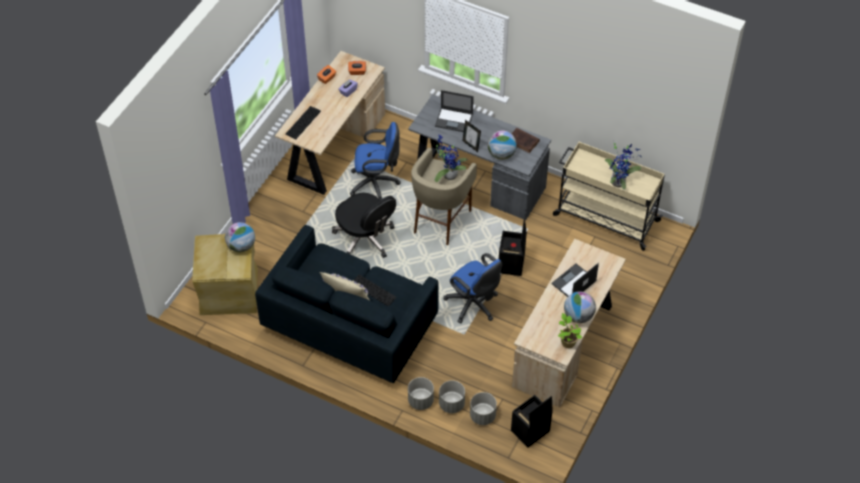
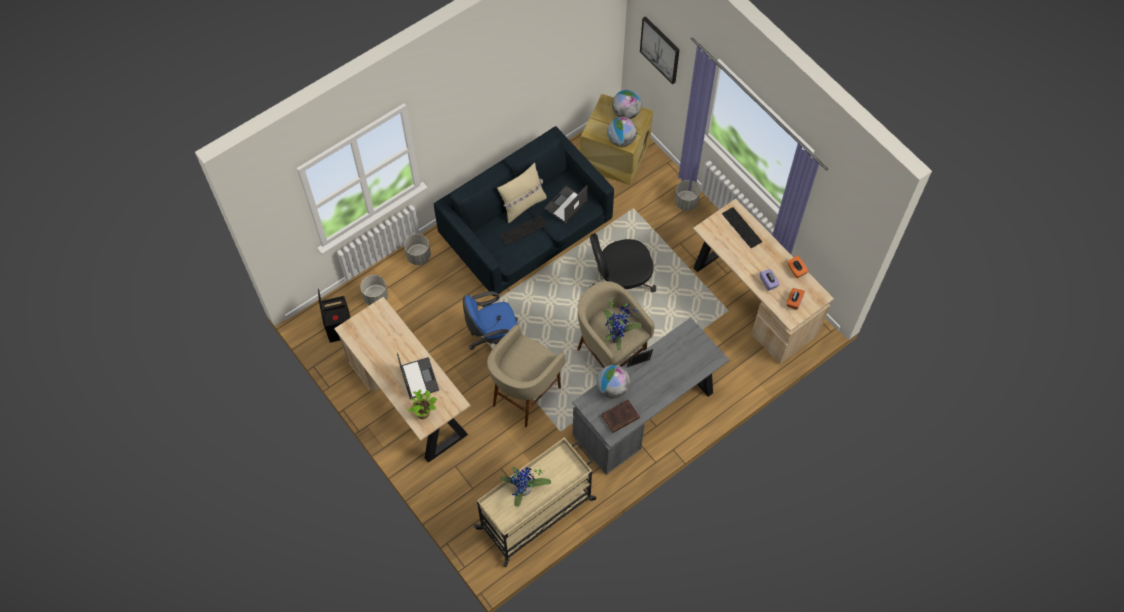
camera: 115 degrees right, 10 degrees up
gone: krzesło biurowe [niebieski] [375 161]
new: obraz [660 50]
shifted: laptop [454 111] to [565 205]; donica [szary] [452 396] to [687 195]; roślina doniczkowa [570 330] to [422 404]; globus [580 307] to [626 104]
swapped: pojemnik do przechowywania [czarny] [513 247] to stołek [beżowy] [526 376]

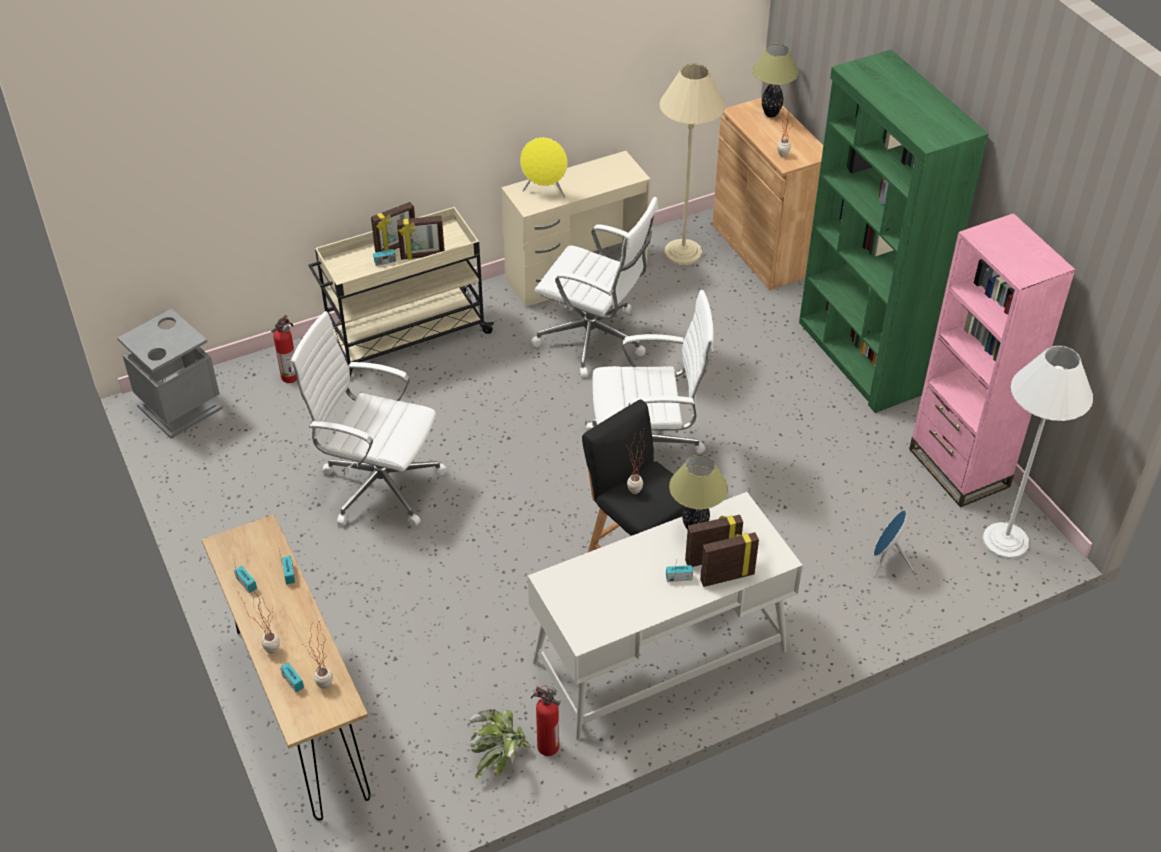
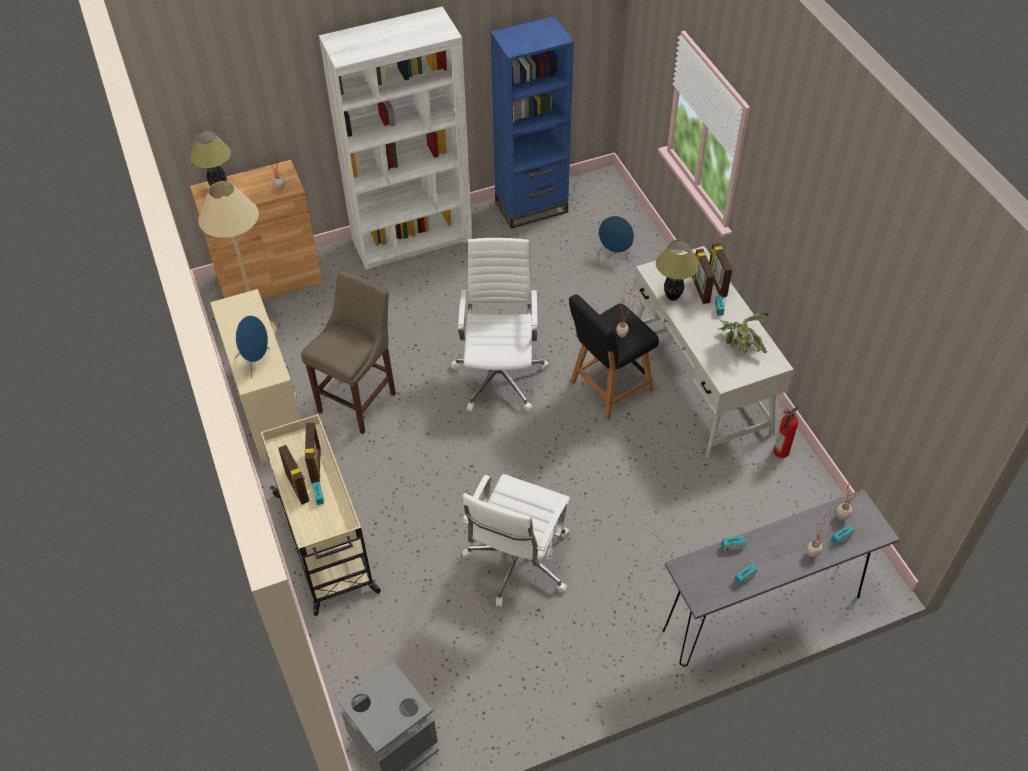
camera: 85 degrees left, 5 degrees up
gone: gaśnica [284 349]; lampa stojąca [biały] [1037 452]
shifted: roślina doniczkowa [499 744] to [744 333]
swapped: krzesło biurowe [biały] [594 287] to stołek [beżowy] [348 352]
repainted: stolik konsolowy [brązowy] [286 667] to stolik konsolowy [szary] [781 578]; głośnik [żółty] [544 167] to głośnik [niebieski] [252 347]; regał [zielony] [894 231] to regał [biały] [395 138]; regał [różowy] [992 360] to regał [niebieski] [532 122]

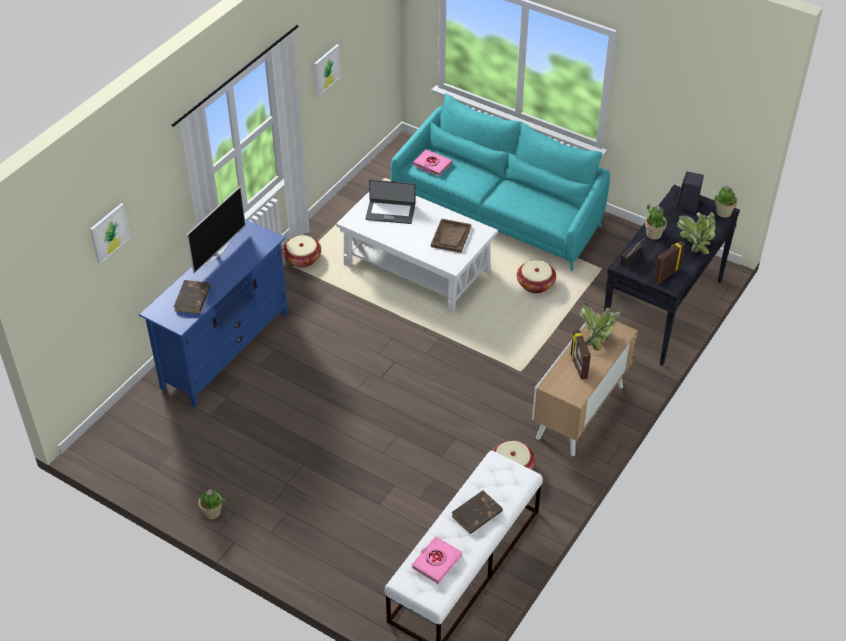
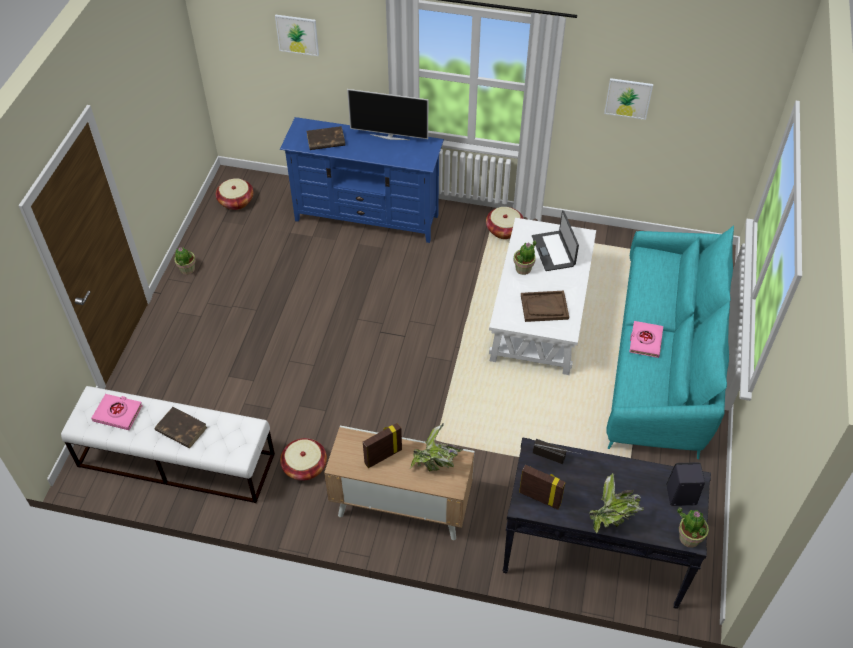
camera: 70 degrees right, 5 degrees up
shifted: książka [różowy] [432 163] to [646 339]; koszyk [536 276] to [235 194]; roślina doniczkowa [656 222] to [525 257]

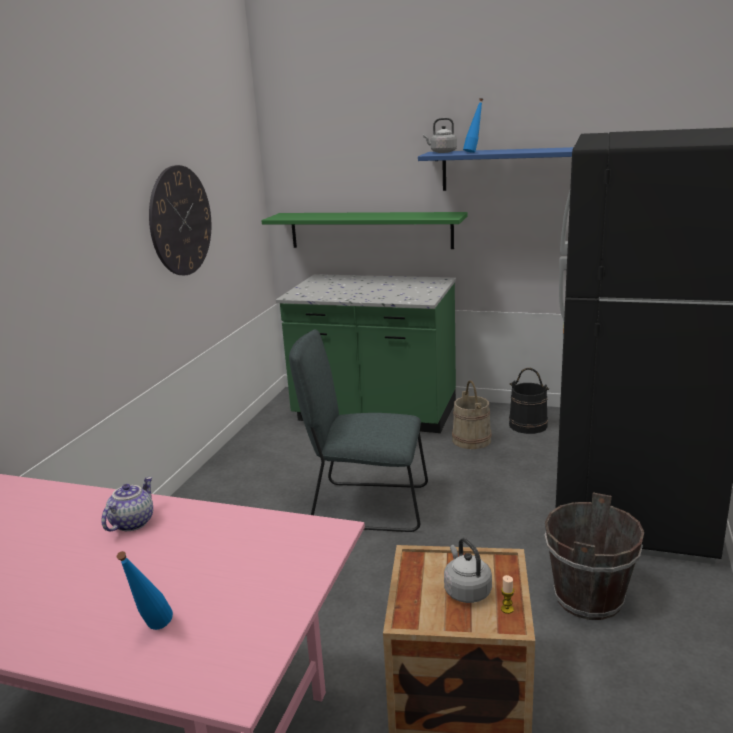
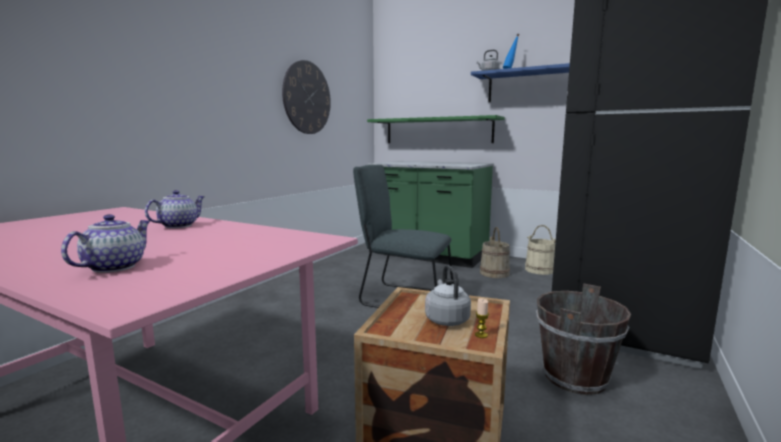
camera: 10 degrees right, 10 degrees down
swapped: butelka [niebieski] [145 590] to imbryk [105 243]
repainted: wiadro [czarny] [529 401] to wiadro [beżowy] [540 250]

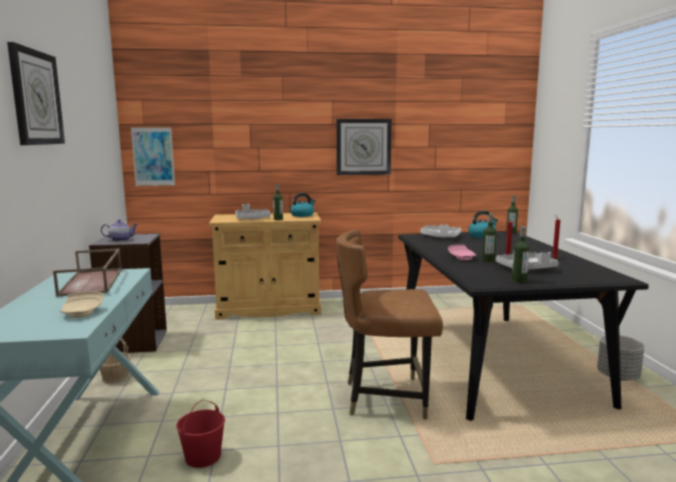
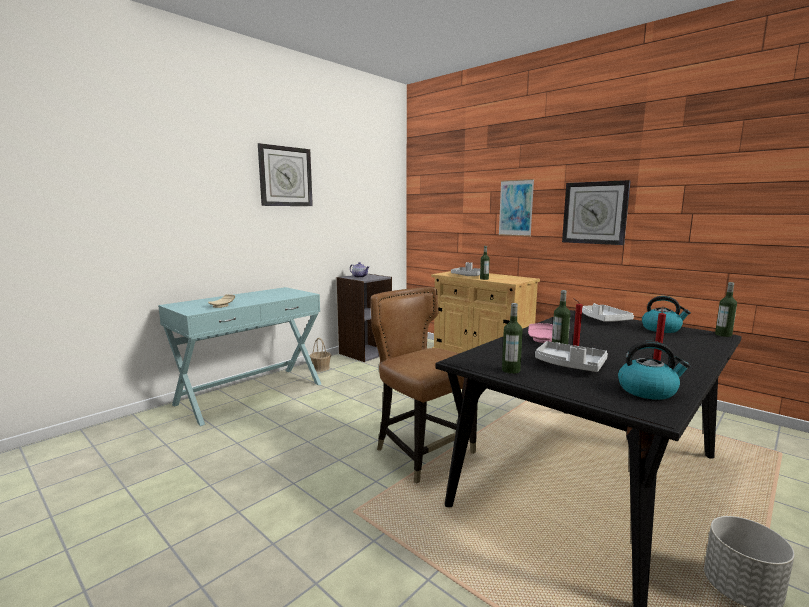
camera: 50 degrees right, 0 degrees up
gone: taca [brązowy] [87 273]; wiadro [czerwony] [200 434]
shifted: obraz [153 157] to [516 207]; czajnik [302 205] to [654 370]

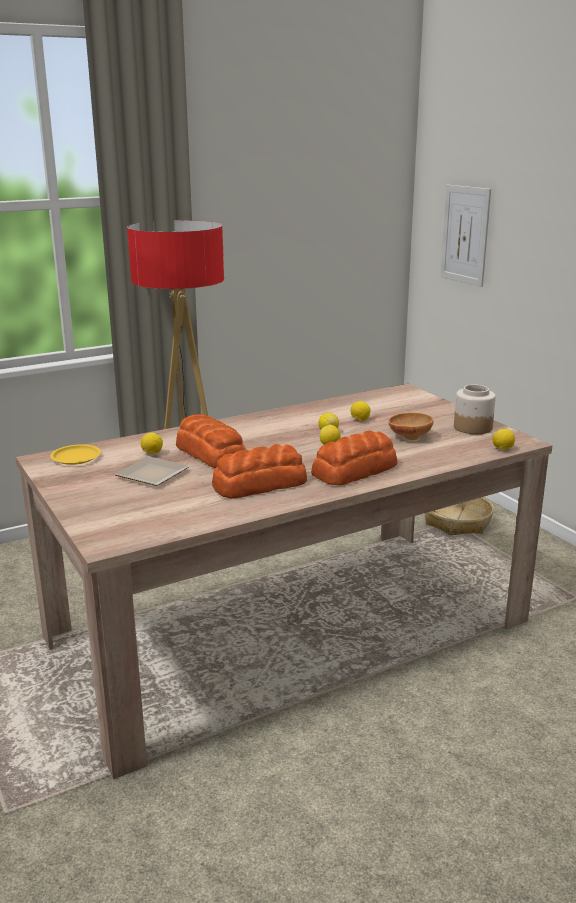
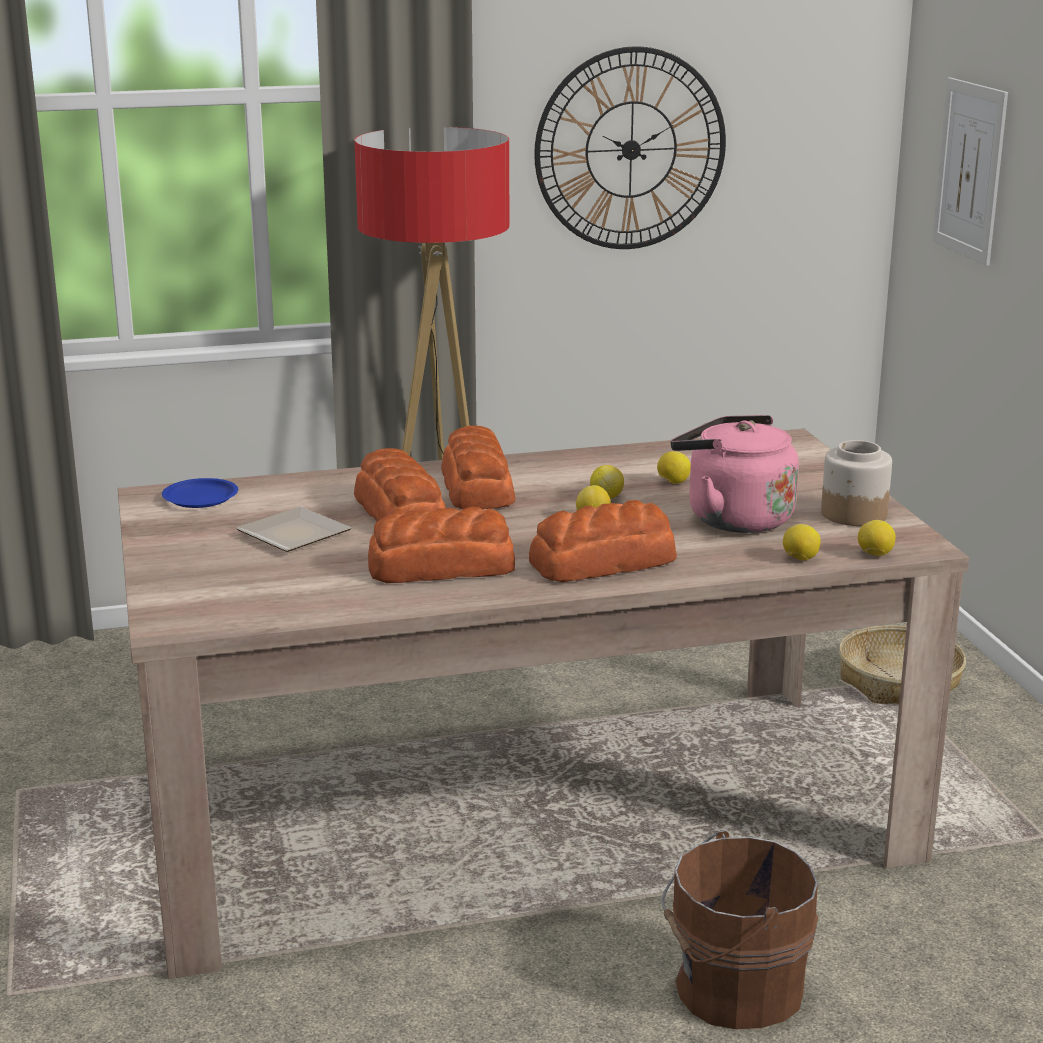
camera: 15 degrees right, 0 degrees up
new: chleb [478 467]; zegar ścienny [630 147]; wiadro [brązowy] [739 930]
shifted: cytryna [152 443] to [802 542]
swapped: miska [brązowy] [410 426] to czajnik [różowy] [735 474]
repainted: talerz [żółty] [75 454] to talerz [niebieski] [200 493]

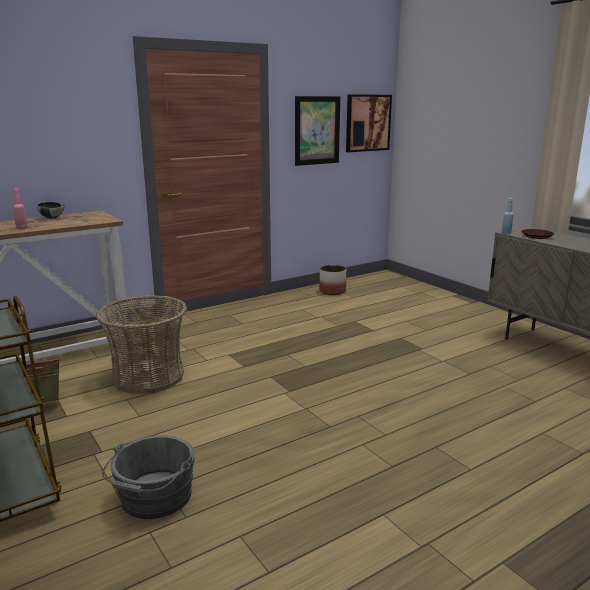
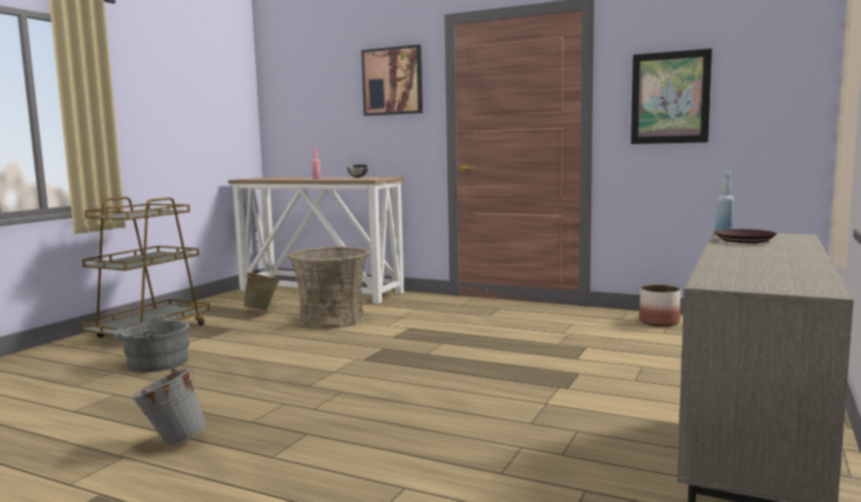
camera: 60 degrees right, 10 degrees down
new: wiadro [szary] [169 407]
shifted: obraz [369 123] to [392 80]

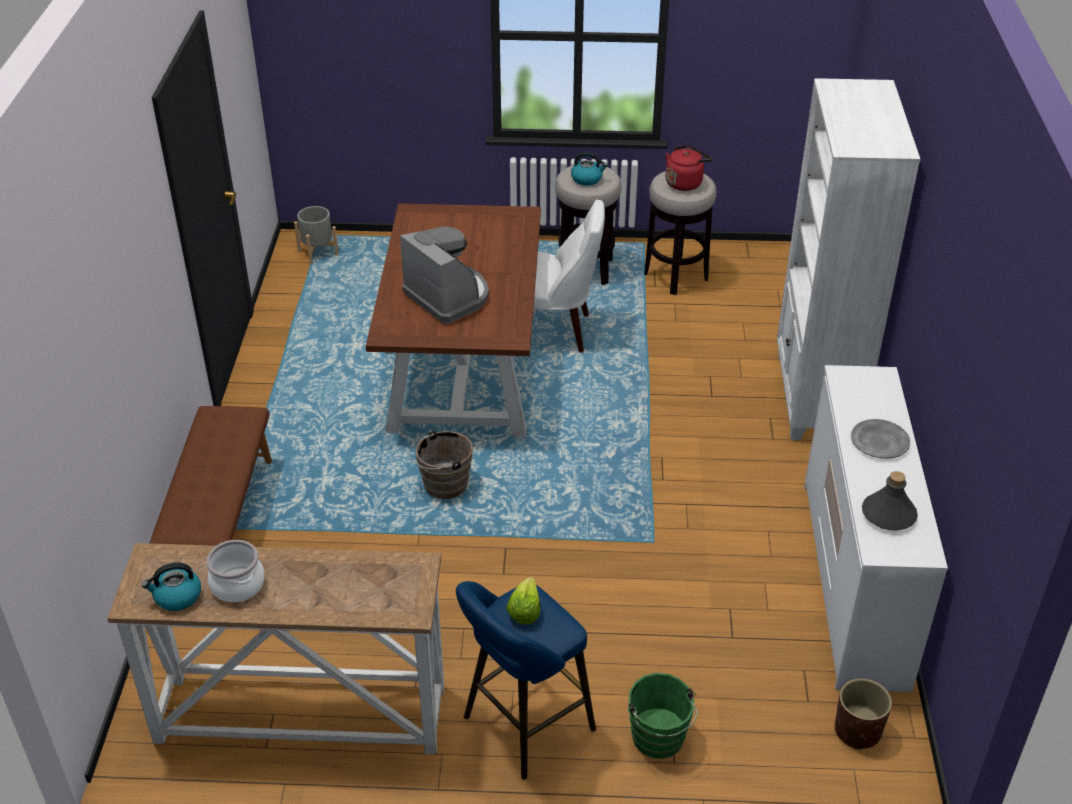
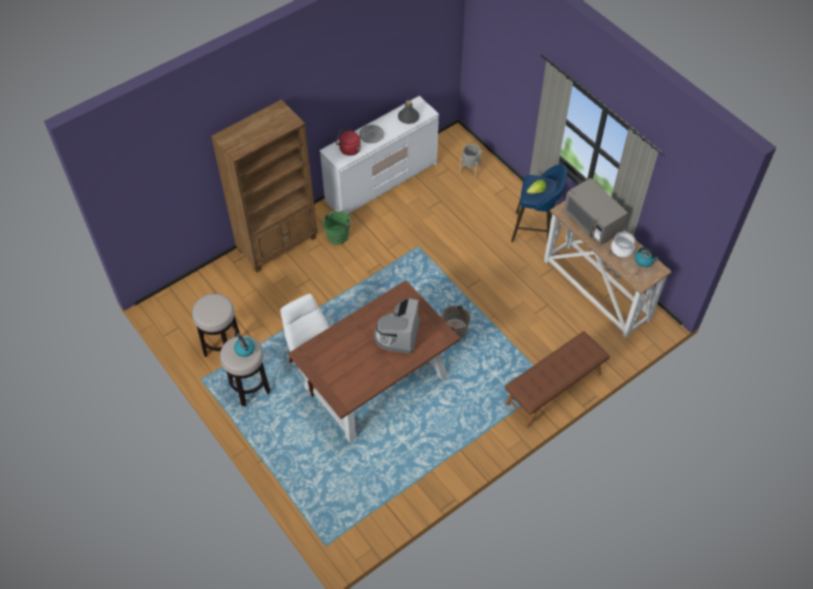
camera: 130 degrees left, 15 degrees up
gone: donica [brązowy] [863 714]
new: mikrofalówka [szary] [596 211]
shifted: donica [szary] [316 235] to [470 160]; wiadro [zielony] [662 716] to [338 227]; czajnik [czerwony] [689 168] to [348 142]
repainted: regał [biały] [848 259] to regał [brązowy] [264 185]

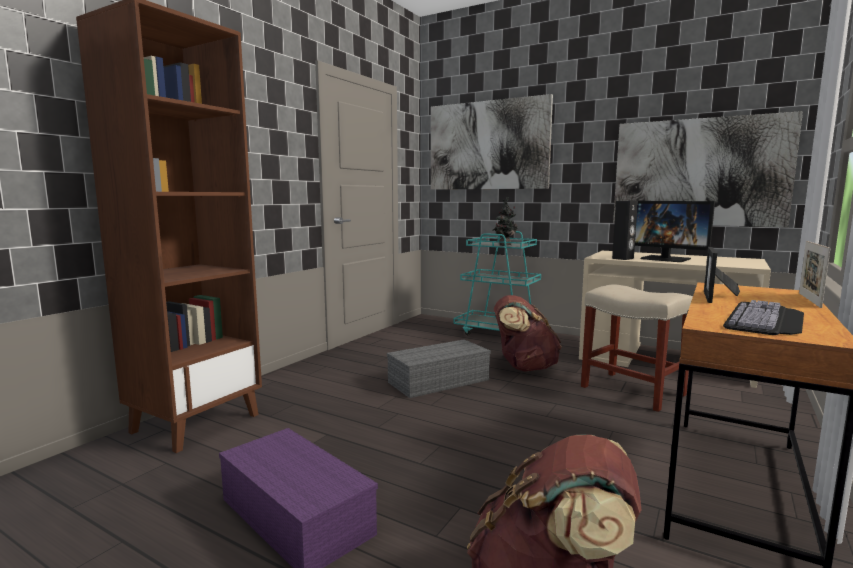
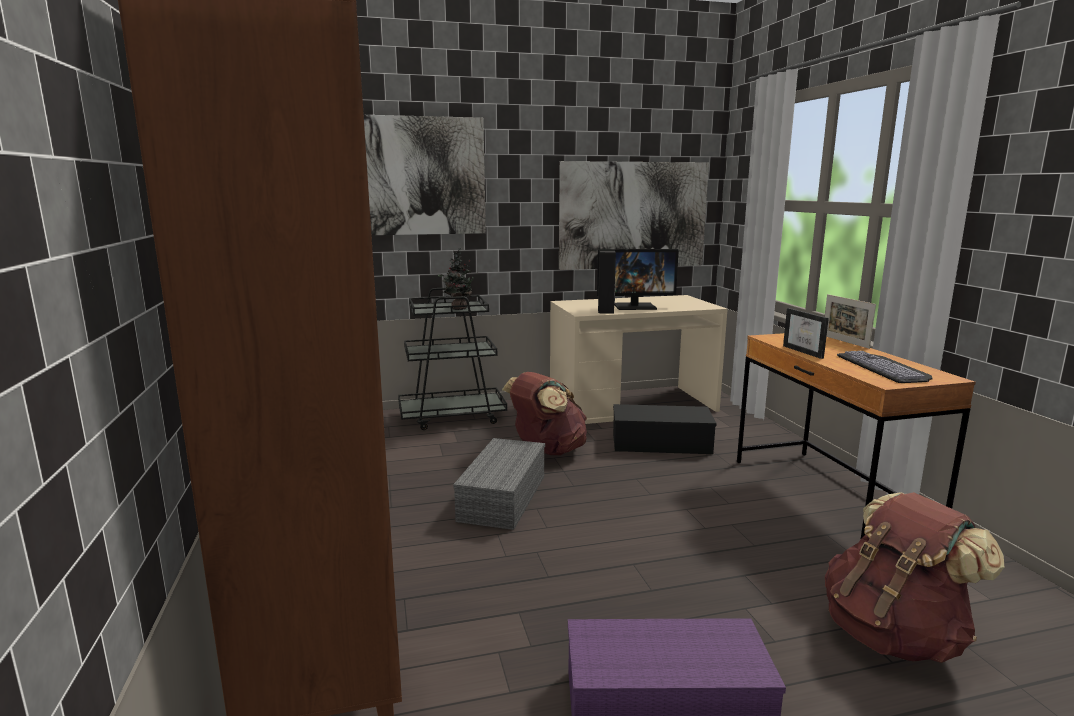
camera: 45 degrees left, 5 degrees up
swapped: stołek [beżowy] [637 348] to pojemnik do przechowywania [czarny] [665 429]
repainted: wózek [turkusowy] [497 283] to wózek [czarny] [452 359]

